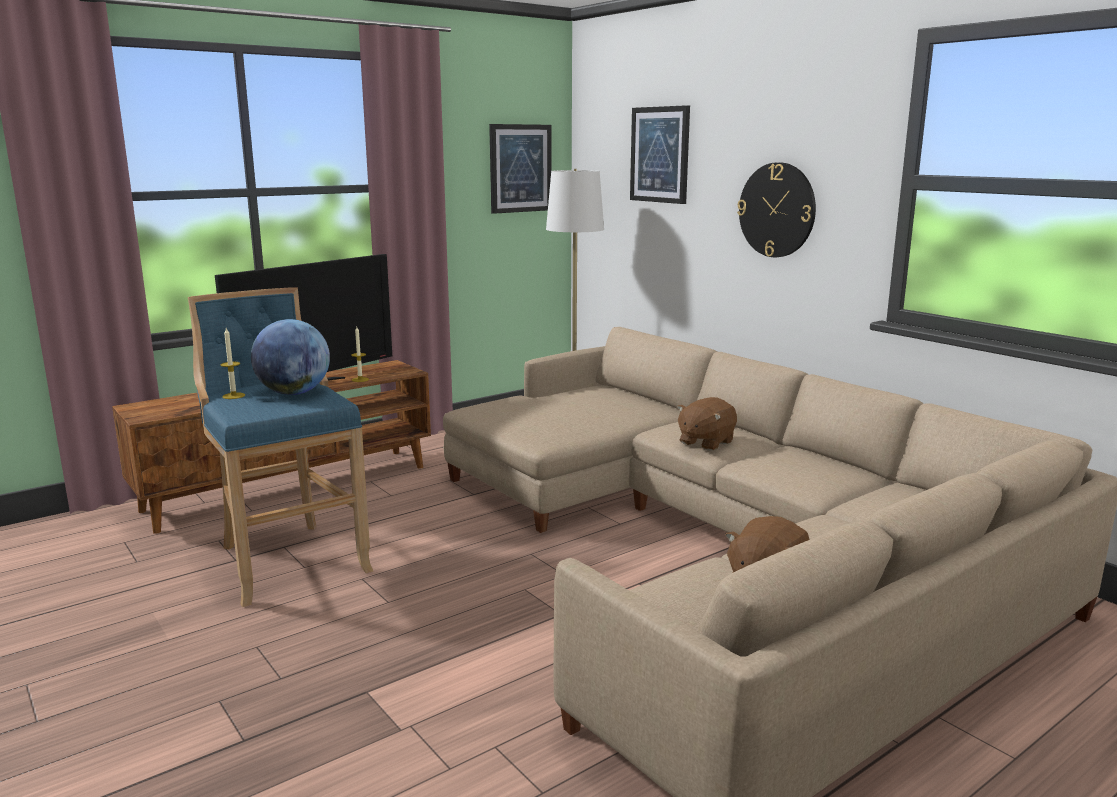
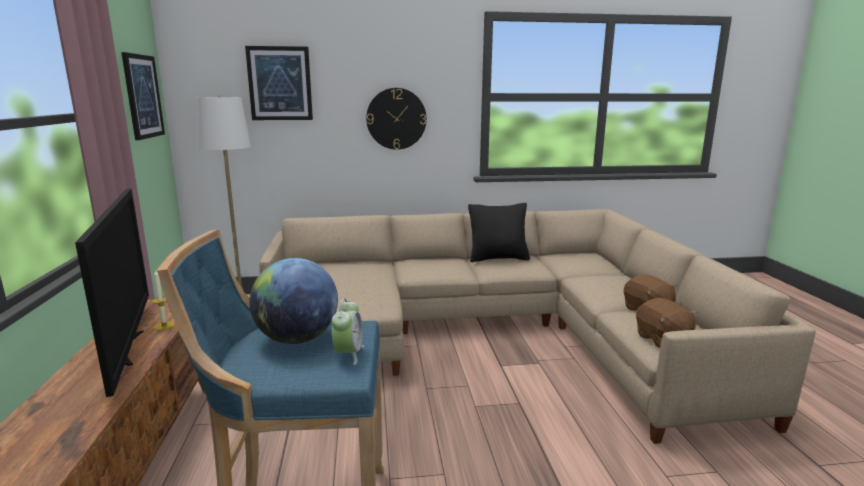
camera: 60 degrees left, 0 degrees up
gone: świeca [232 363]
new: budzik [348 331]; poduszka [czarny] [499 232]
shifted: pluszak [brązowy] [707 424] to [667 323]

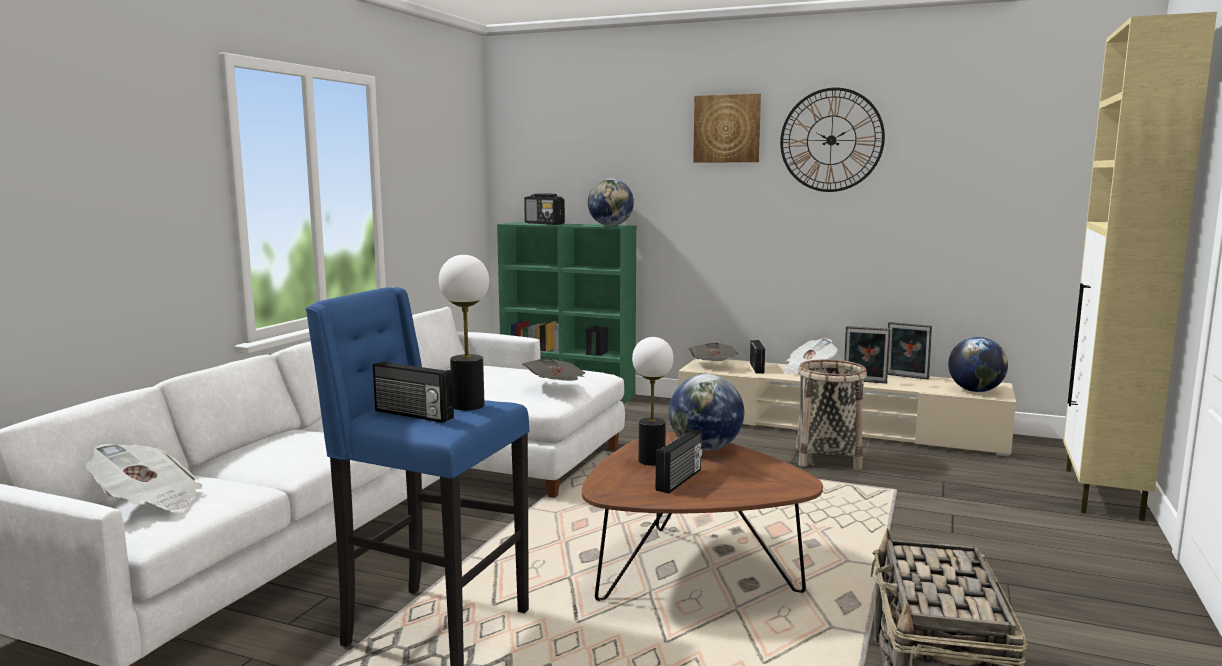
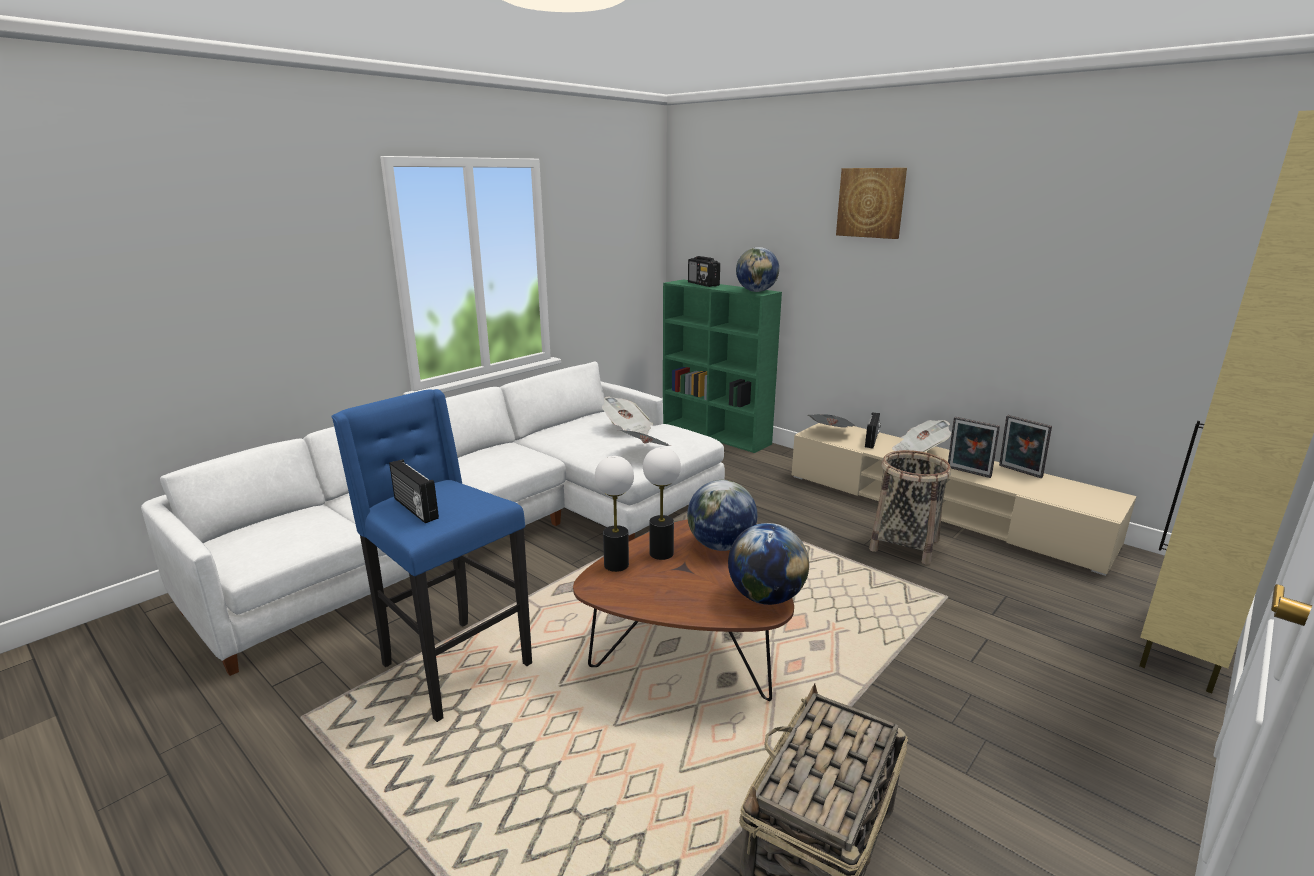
camera: 20 degrees right, 10 degrees up
gone: radio [679 461]; zegar ścienny [832 140]
shifted: gazeta [144 478] to [627 416]; lampa stołowa [464 332] to [614 514]; globus [978 364] to [768 564]

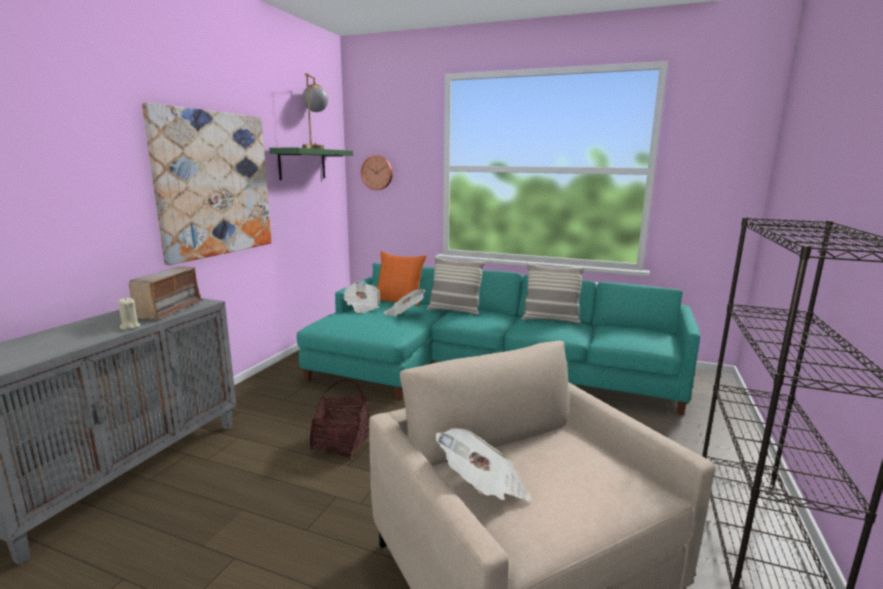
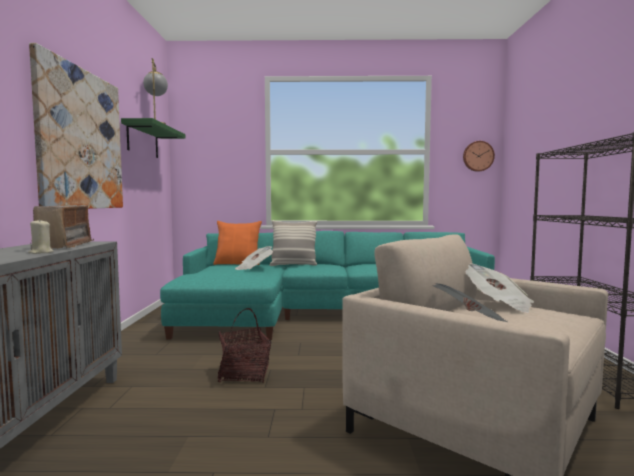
camera: 20 degrees left, 10 degrees down
gone: poduszka [553 293]
shifted: gazeta [361 297] to [499 288]; zegar ścienny [377 172] to [479 156]

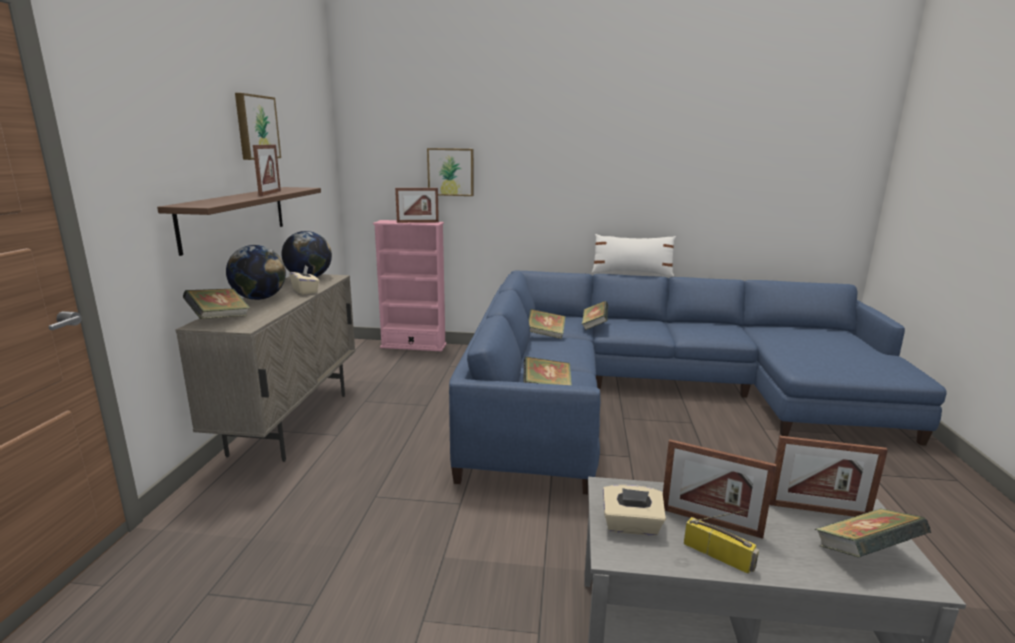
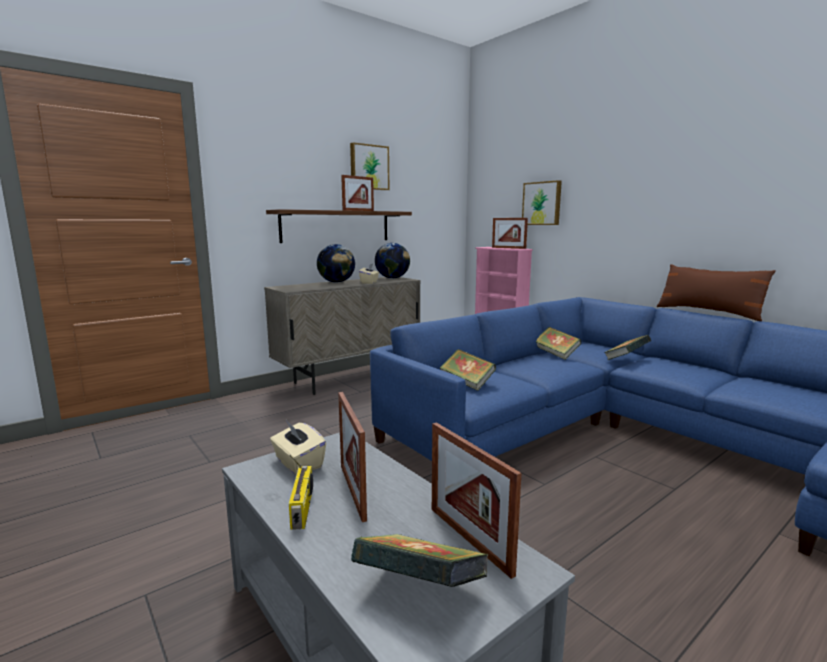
camera: 45 degrees right, 5 degrees down
gone: książka [216 303]
repainted: poduszka [biały] [634 255] to poduszka [brązowy] [716 292]

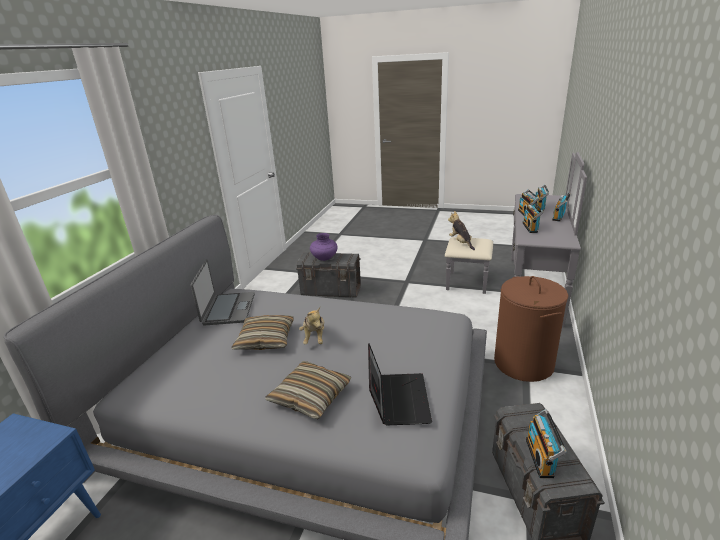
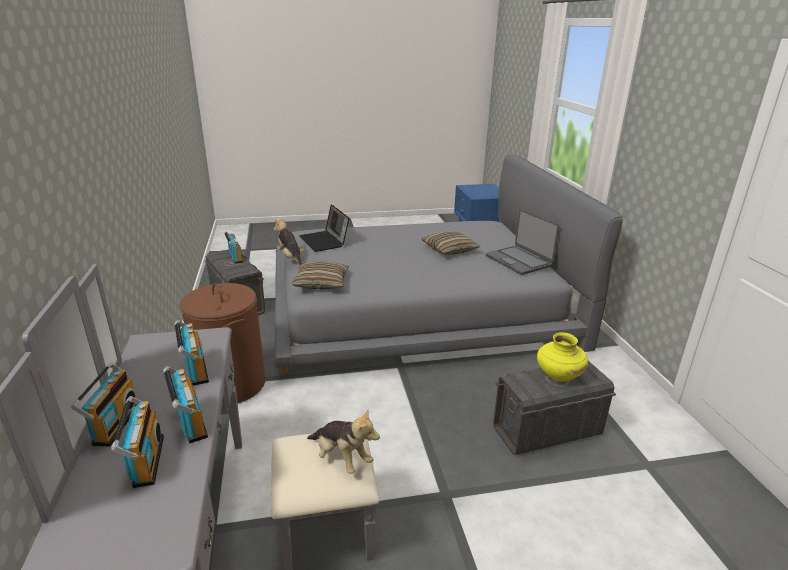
camera: 150 degrees right, 0 degrees up
shifted: poduszka [308 390] to [320 275]; pluszak [311 326] to [289 241]
repainted: wazon [fioletowy] [323 247] to wazon [żółty] [562 357]

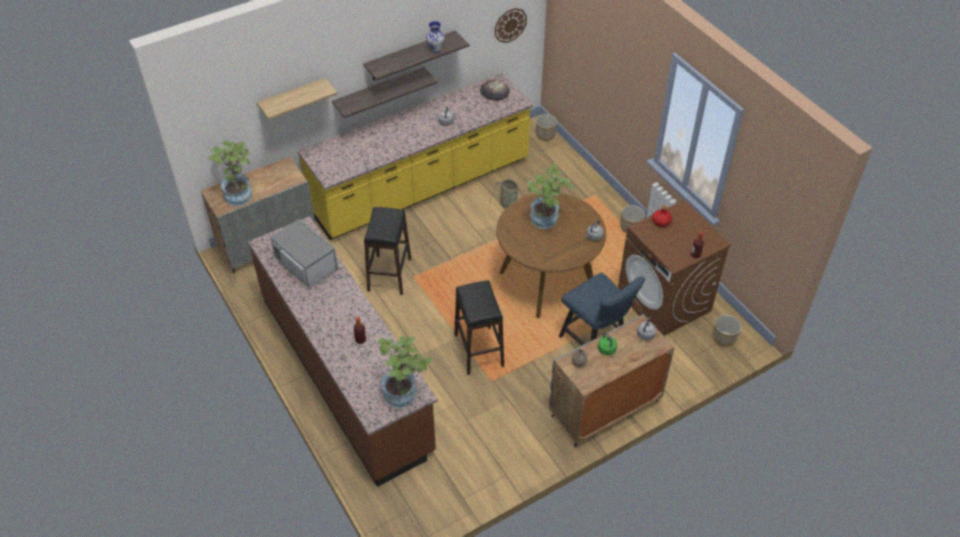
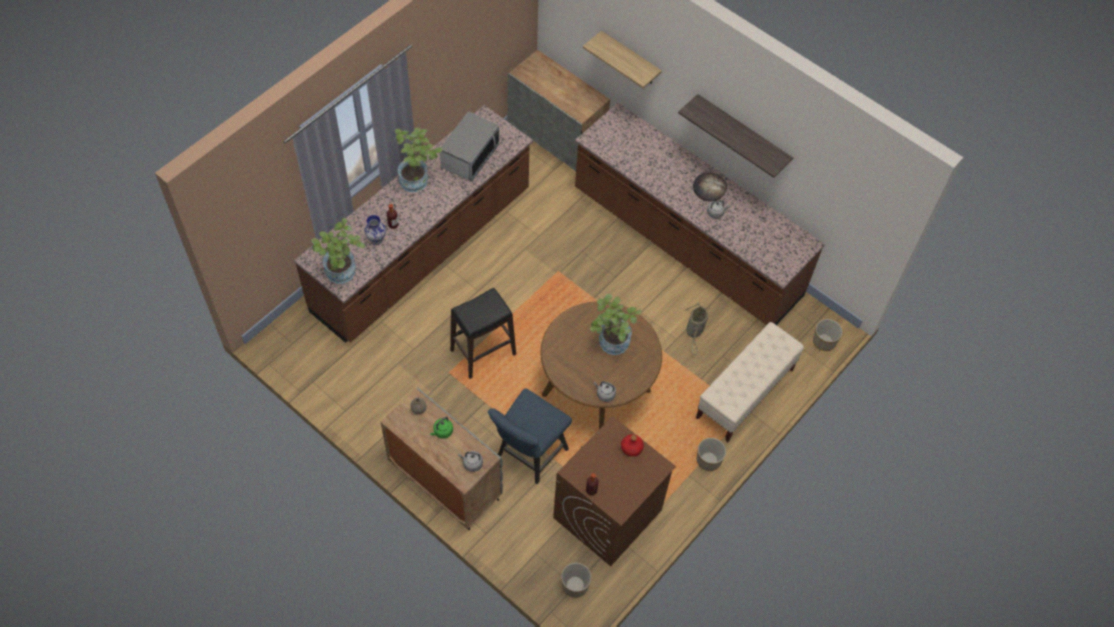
camera: 70 degrees right, 10 degrees up
gone: półka [385 92]; stołek [czarny] [387 251]; zegar ścienny [511 25]
new: ławka [beżowy] [750 382]
shifted: roślina doniczkowa [229 173] to [419 160]; wazon [435 37] to [375 230]; chleb [495 90] to [710 187]
repainted: zabudowa kuchenna [żółty] [415 156] to zabudowa kuchenna [brązowy] [700 214]

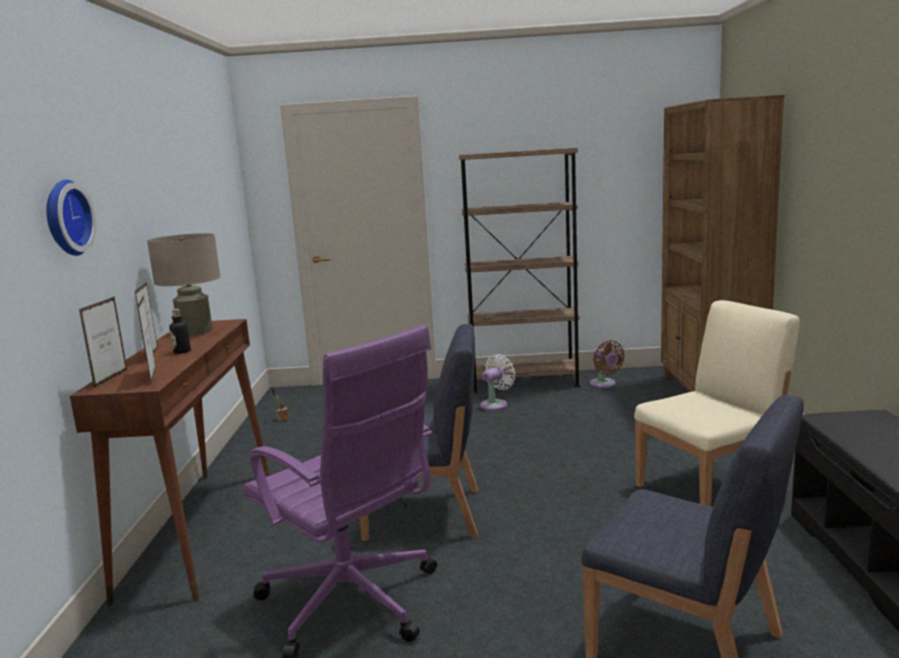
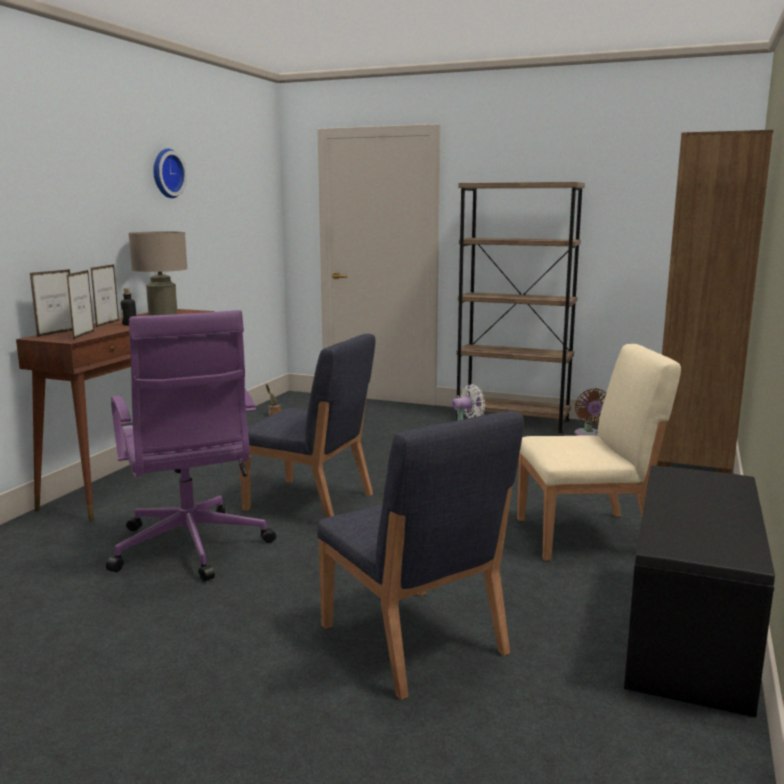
camera: 20 degrees right, 0 degrees up
shifted: zegar ścienny [71 218] to [170 173]

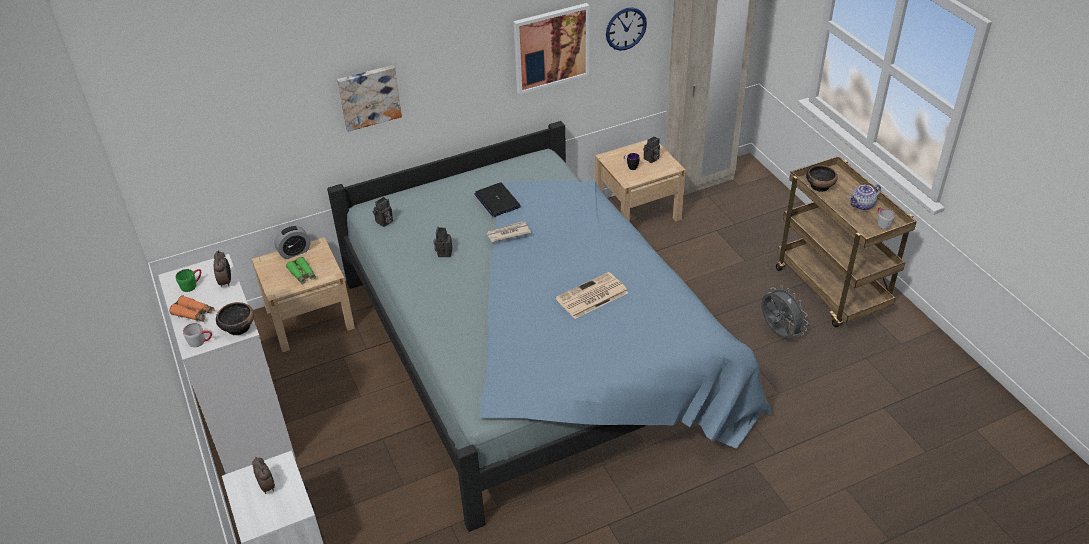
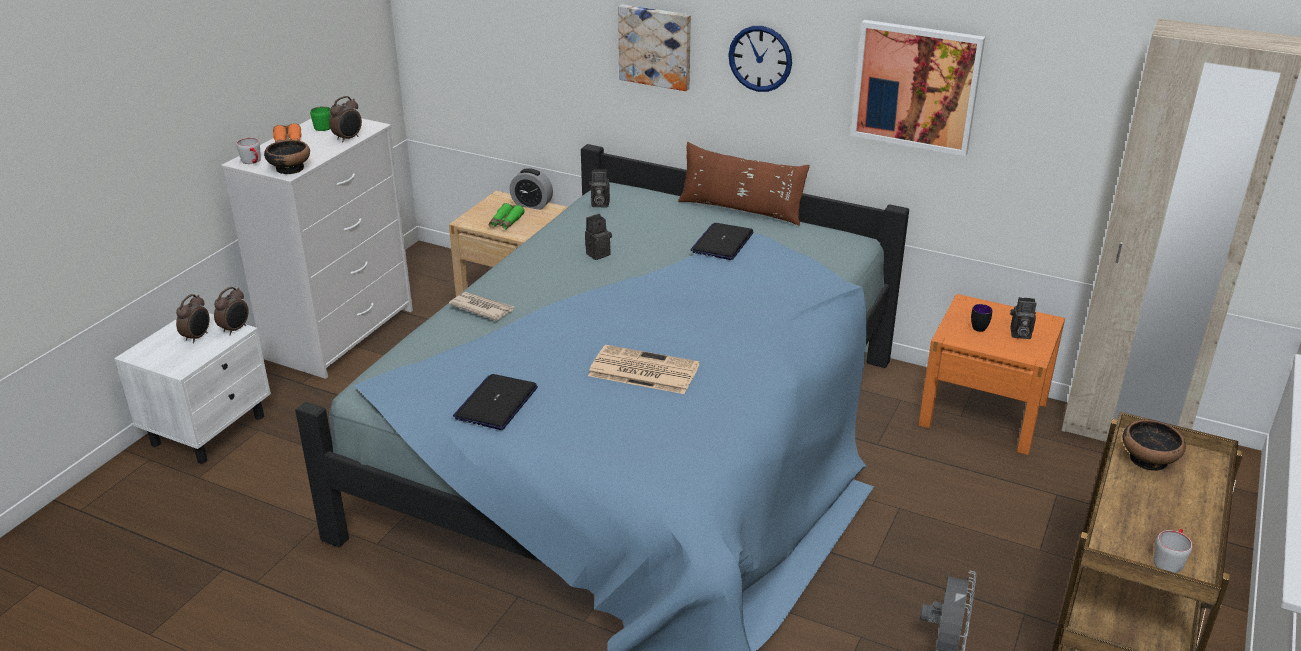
camera: 50 degrees right, 10 degrees down
gone: imbryk [865 197]
new: budzik [231 311]; laptop [495 402]; poduszka [brązowy] [744 184]
shifted: gazeta [508 231] to [482 306]; zegar ścienny [626 29] to [760 59]
repainted: szafka nocna [beżowy] [640 181] to szafka nocna [pomarańczowy] [992 374]

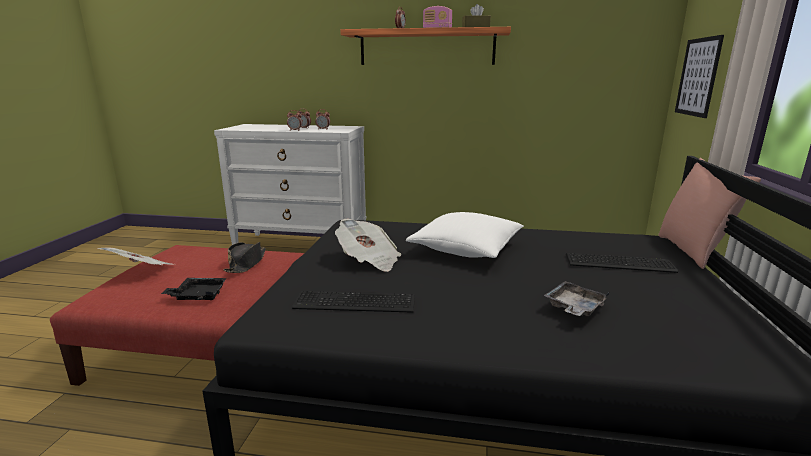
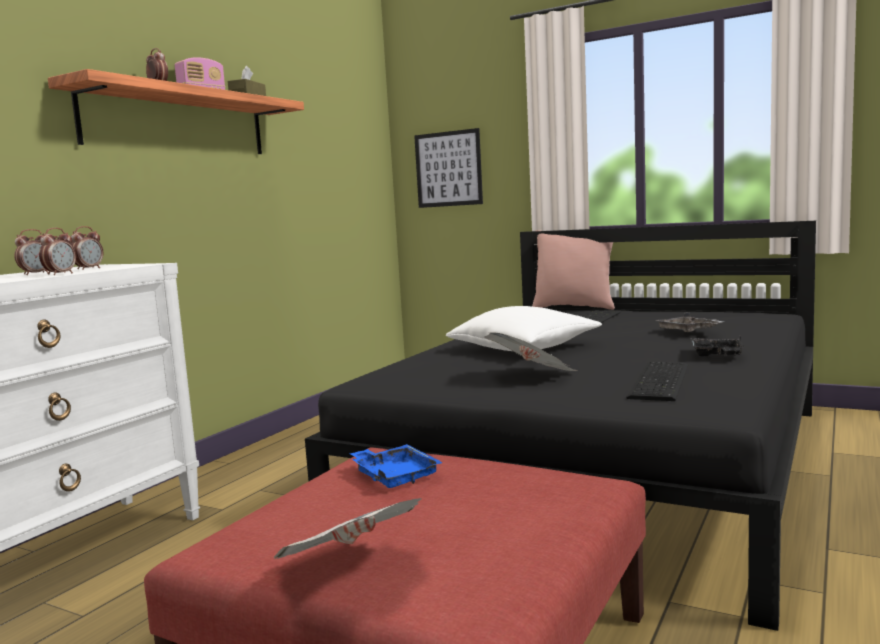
camera: 70 degrees left, 10 degrees down
shifted: taca [czarny] [194 289] to [717 345]
swapped: kapelusz [czarny] [244 257] to taca [niebieski] [396 466]

